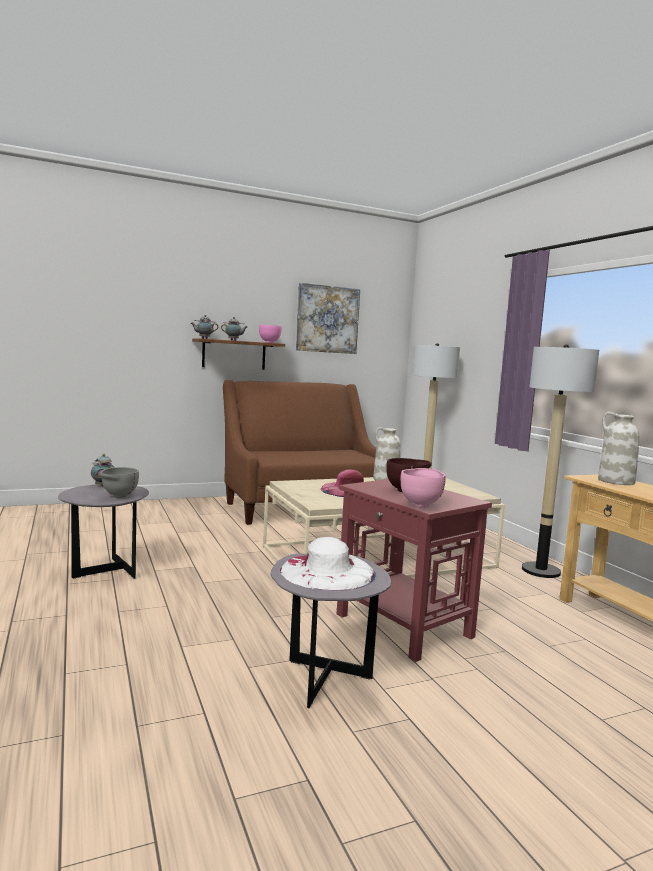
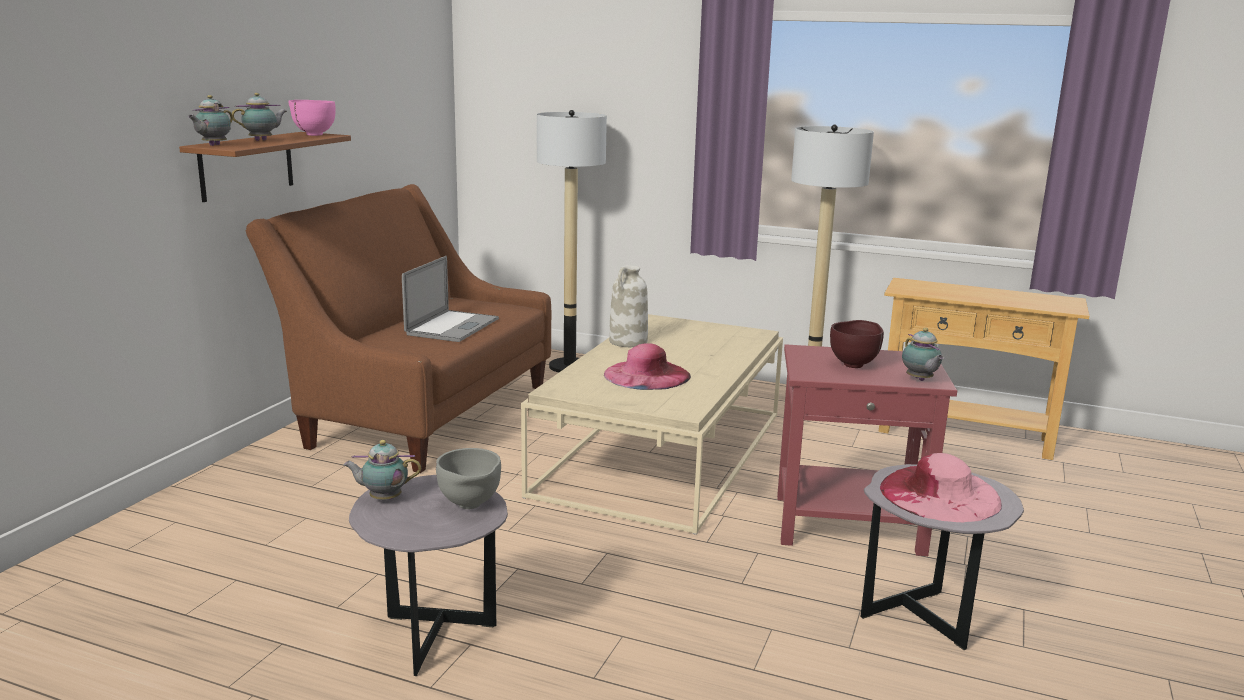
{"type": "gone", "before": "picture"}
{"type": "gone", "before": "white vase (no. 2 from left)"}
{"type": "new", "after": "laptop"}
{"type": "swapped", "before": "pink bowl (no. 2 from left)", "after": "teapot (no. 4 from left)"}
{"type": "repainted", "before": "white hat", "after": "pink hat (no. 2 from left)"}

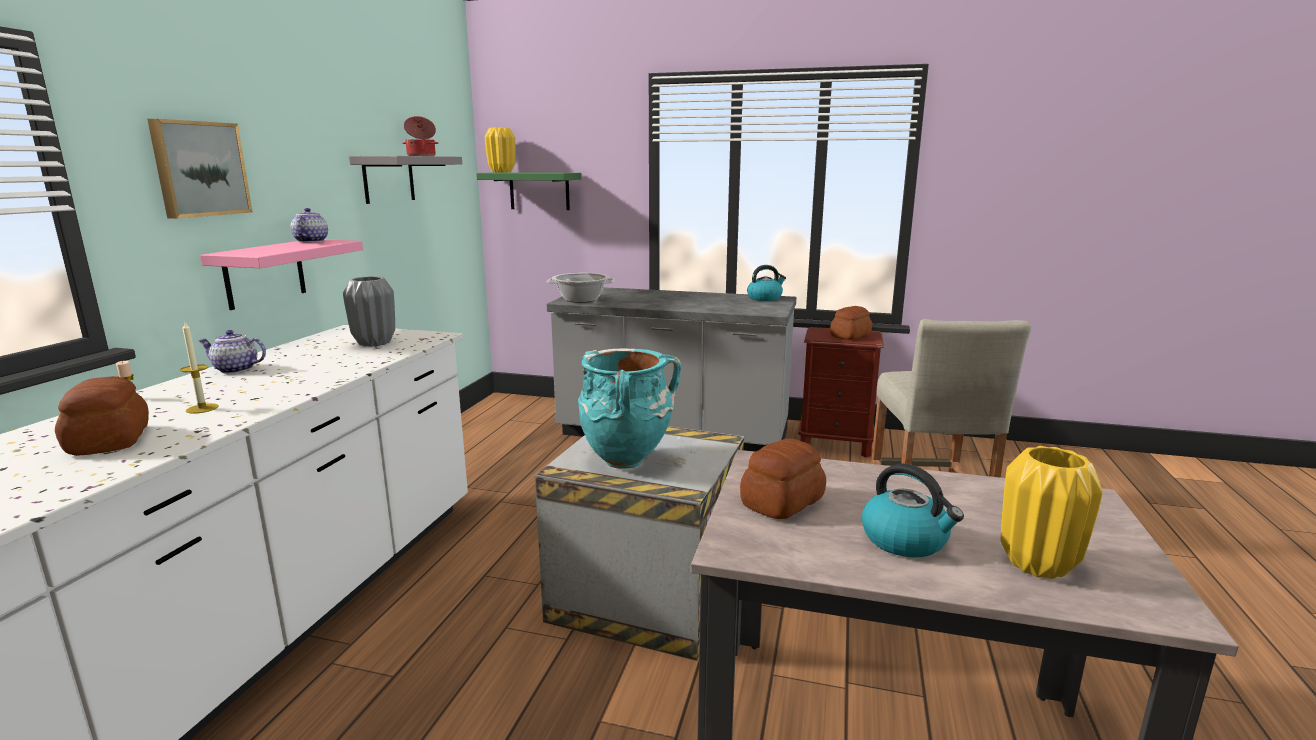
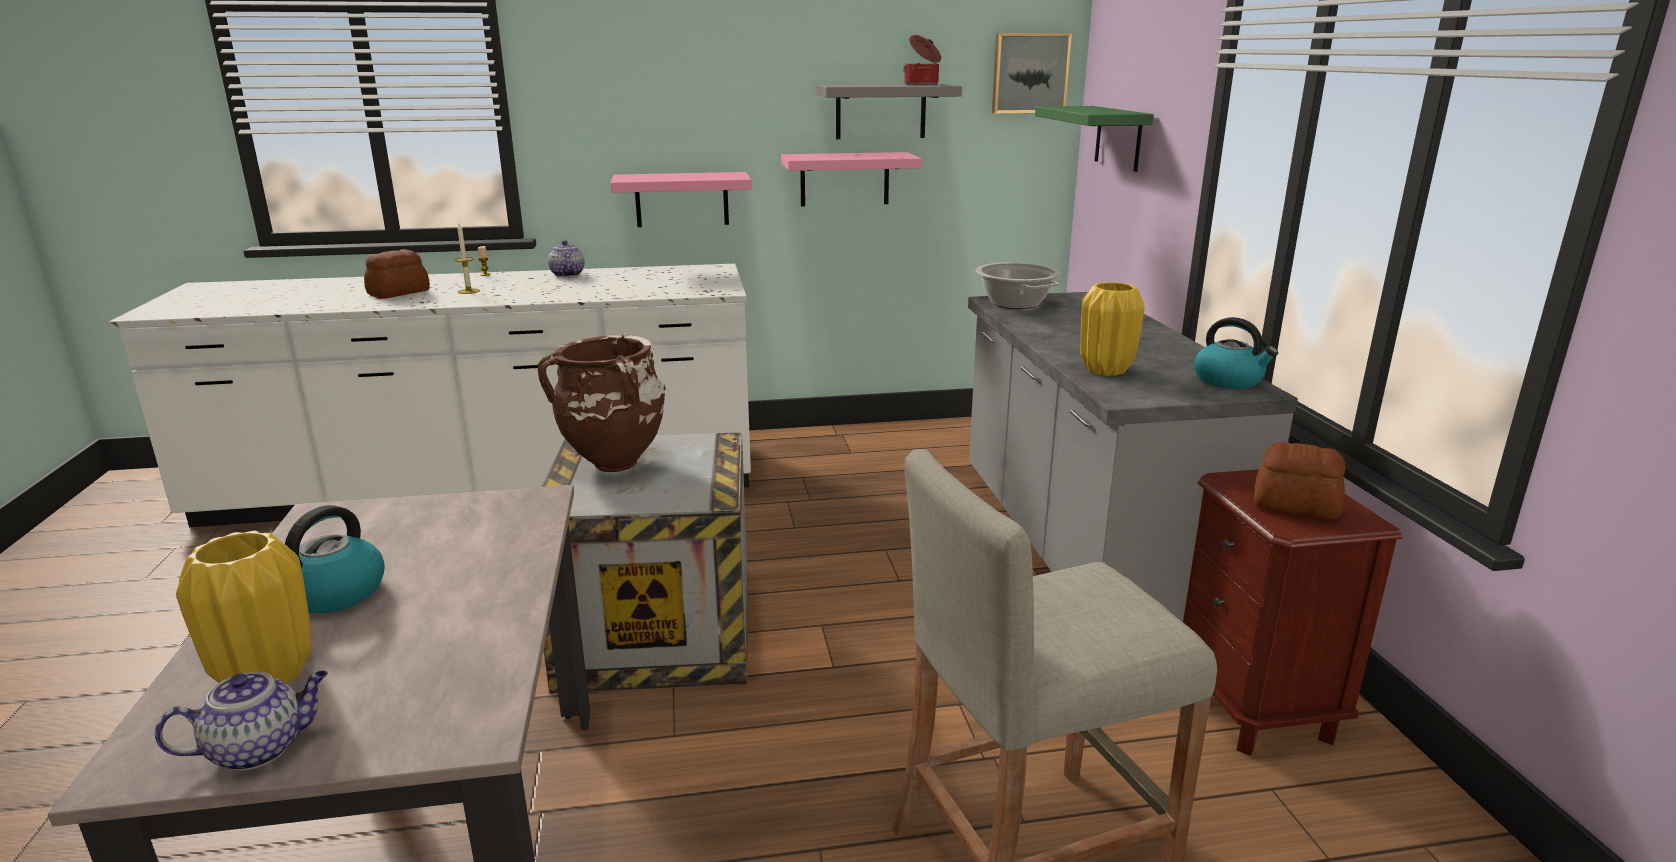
{"type": "gone", "before": "grey vase"}
{"type": "gone", "before": "bread (no. 2 from left)"}
{"type": "new", "after": "pink shelf (no. 2 from left)"}
{"type": "shifted", "before": "picture"}
{"type": "shifted", "before": "teapot (no. 2 from left in the first image)", "after": "teapot (no. 1 from left)"}
{"type": "shifted", "before": "yellow vase (no. 1 from left in the first image)", "after": "yellow vase (no. 2 from left)"}
{"type": "repainted", "before": "turquoise vase", "after": "brown vase"}

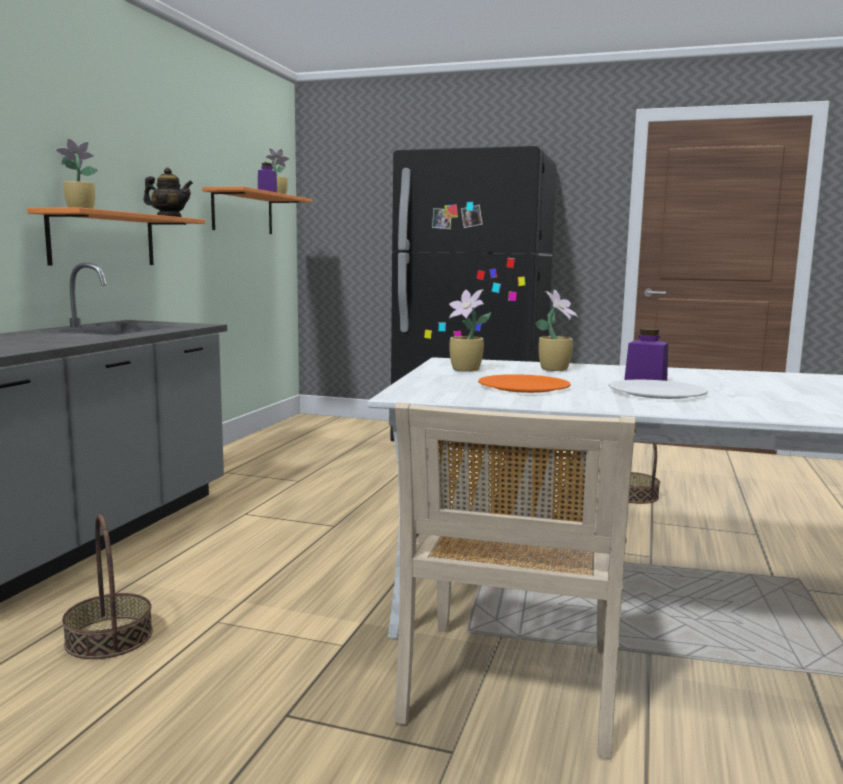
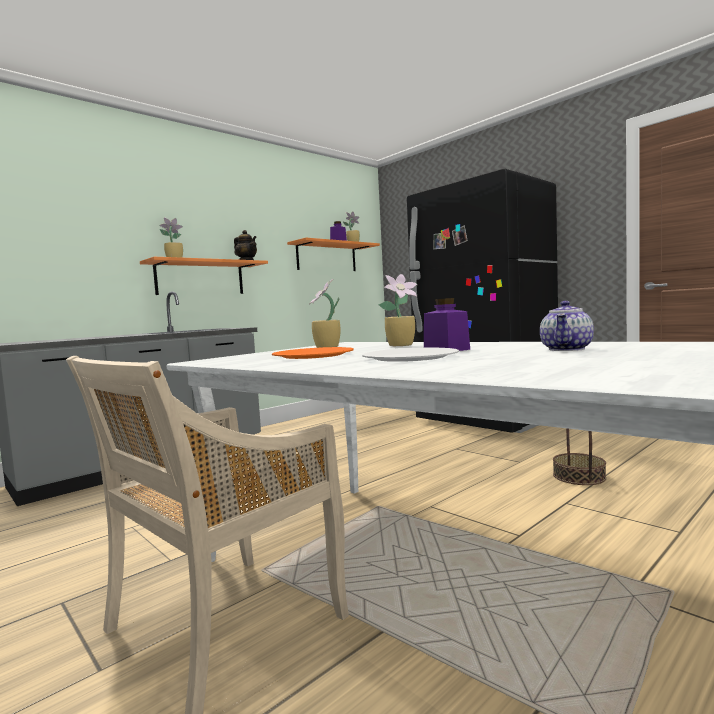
{"type": "gone", "before": "basket (no. 1 from left)"}
{"type": "new", "after": "teapot (no. 2 from left)"}

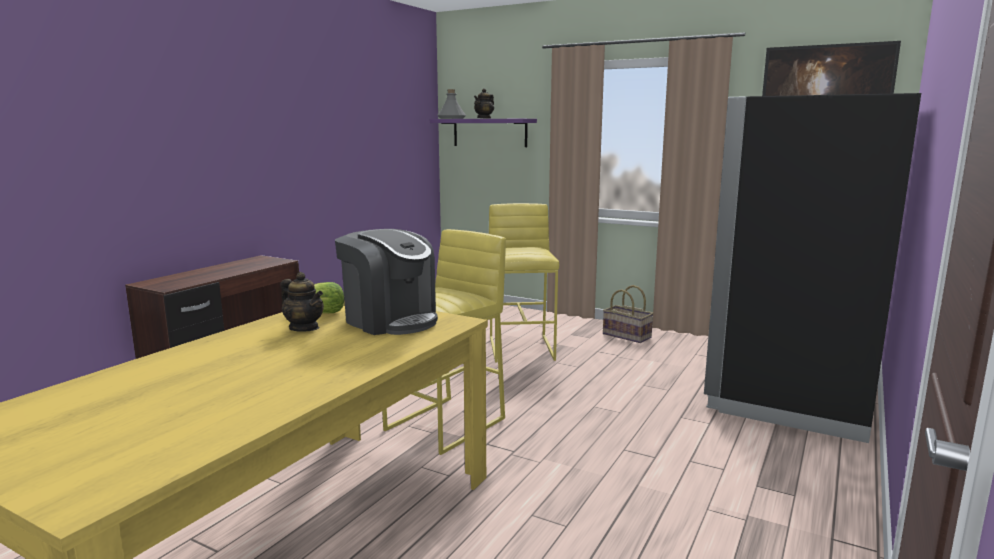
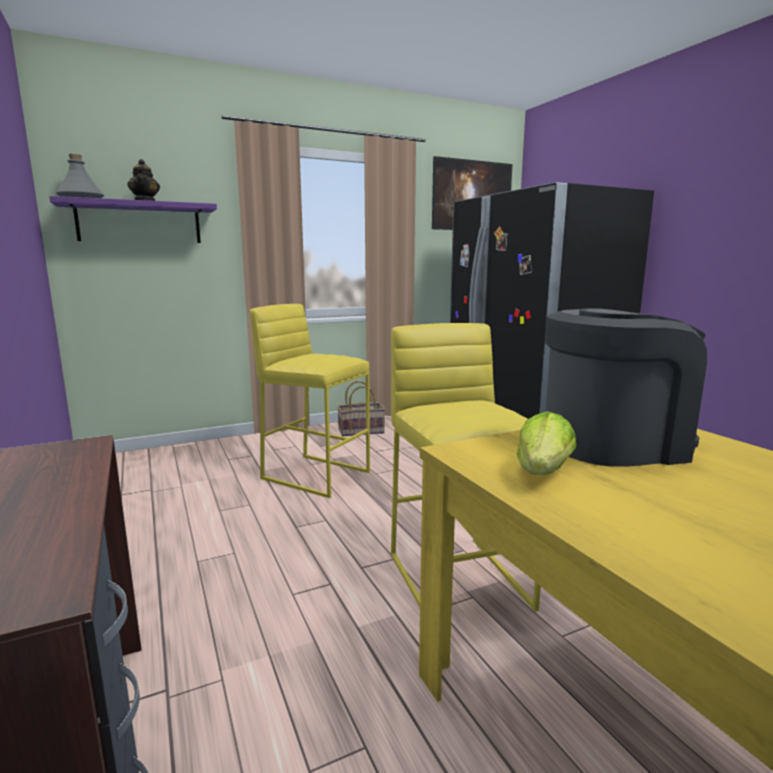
{"type": "gone", "before": "teapot (no. 1 from left)"}

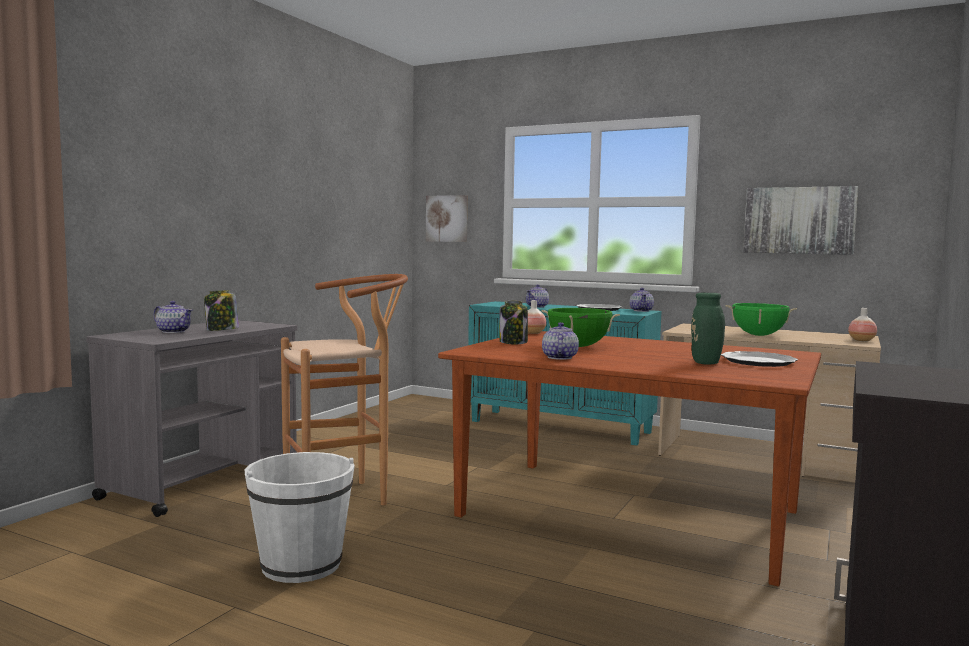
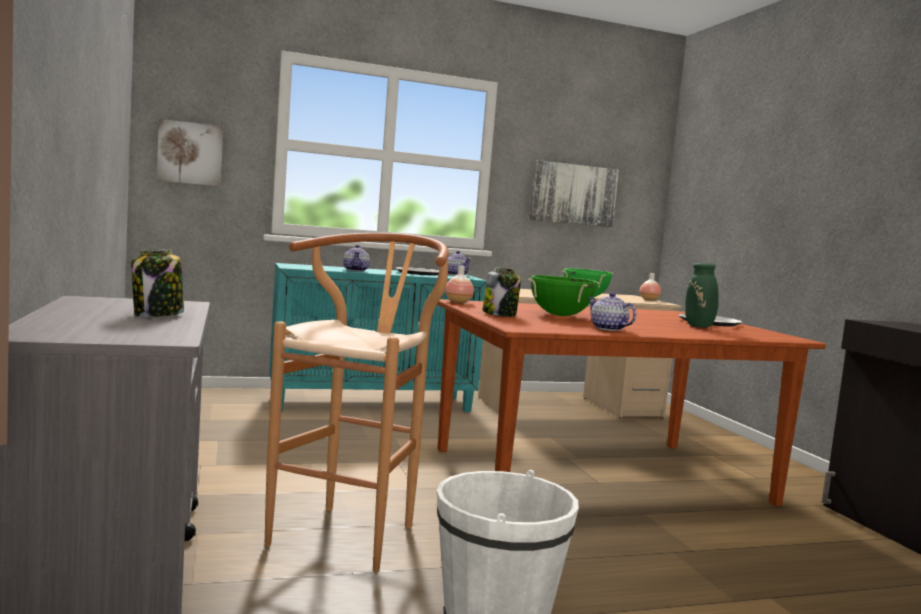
{"type": "gone", "before": "teapot (no. 1 from left)"}

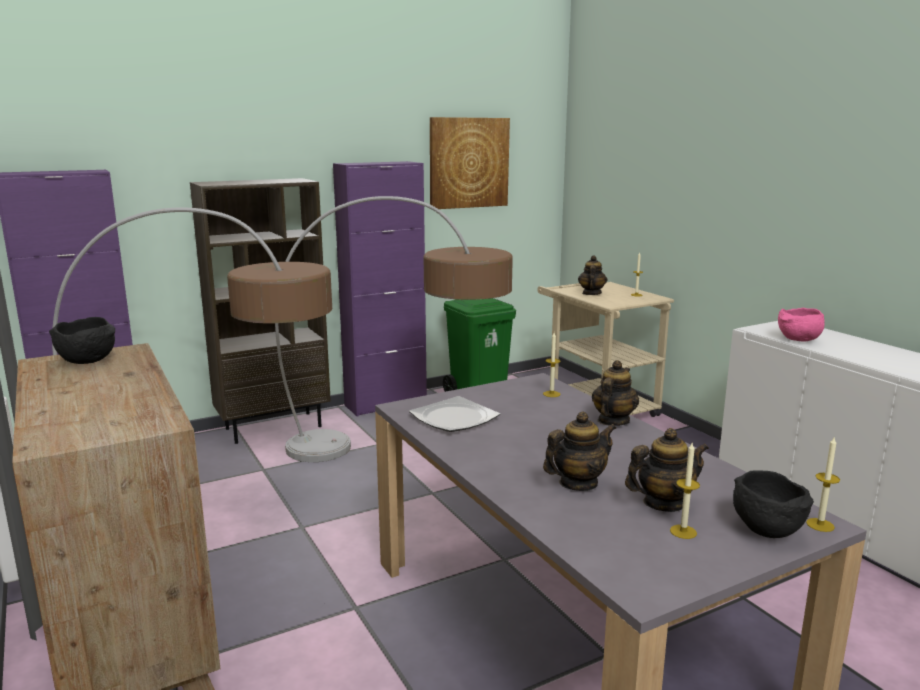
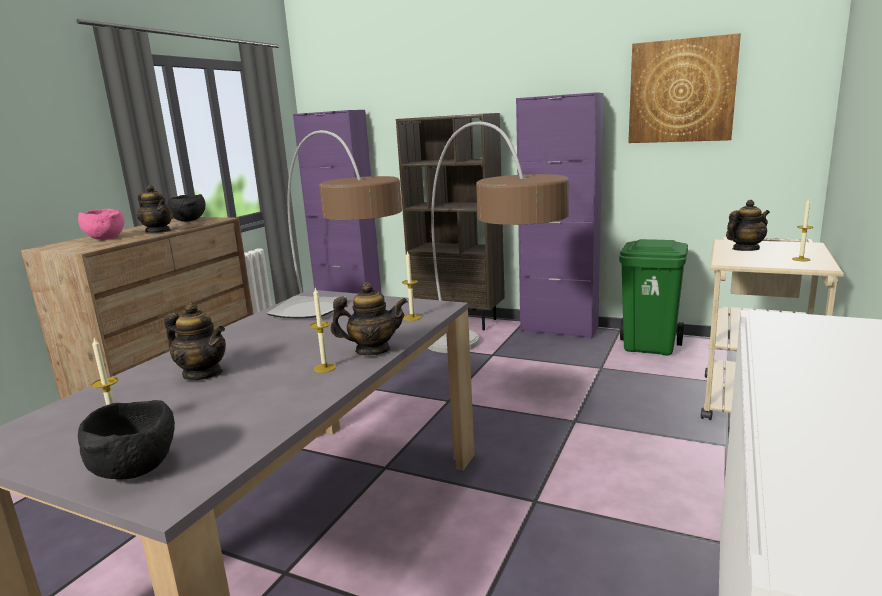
{"type": "shifted", "before": "teapot (no. 4 from left in the first image)", "after": "teapot (no. 1 from left)"}
{"type": "shifted", "before": "pink bowl"}
{"type": "shifted", "before": "candle (no. 4 from left in the first image)", "after": "candle (no. 2 from left)"}

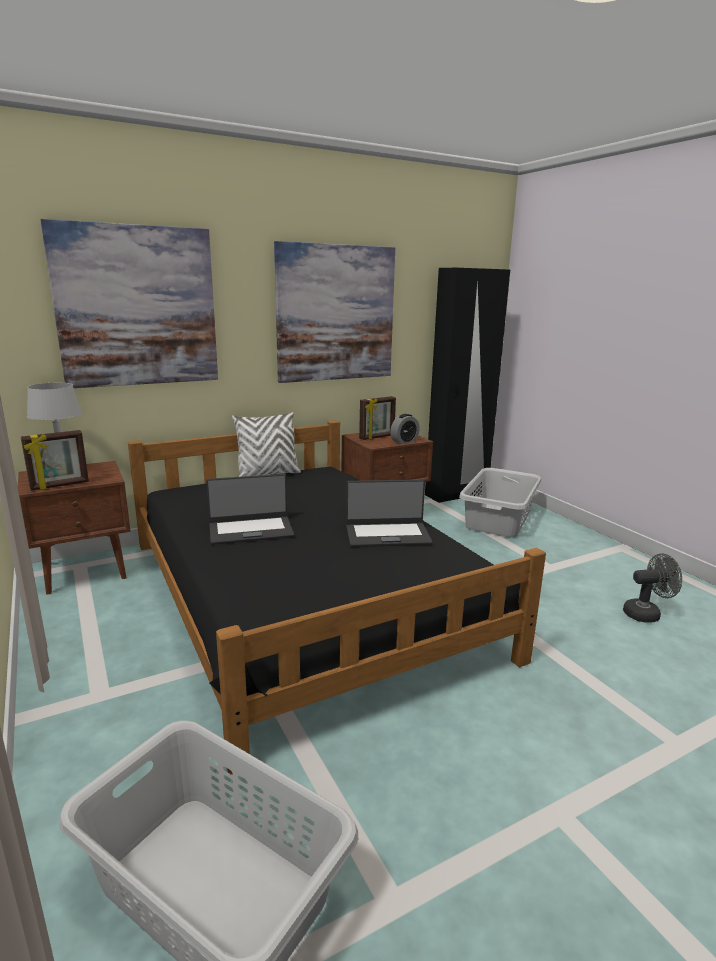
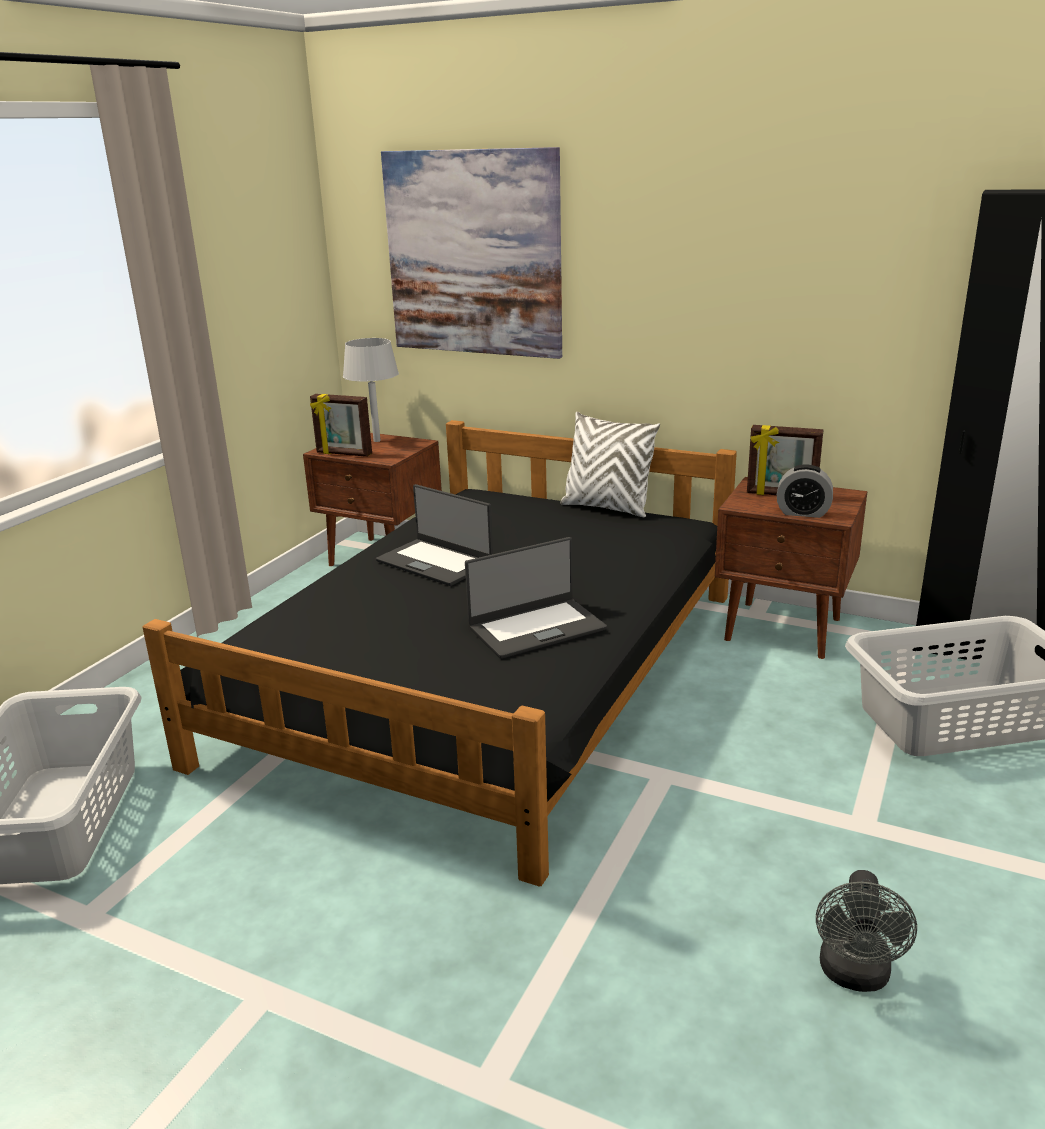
{"type": "gone", "before": "picture (no. 2 from left)"}
{"type": "rotated", "before": "laptop (no. 2 from left)", "turn": -75}
{"type": "rotated", "before": "grey fan", "turn": 60}

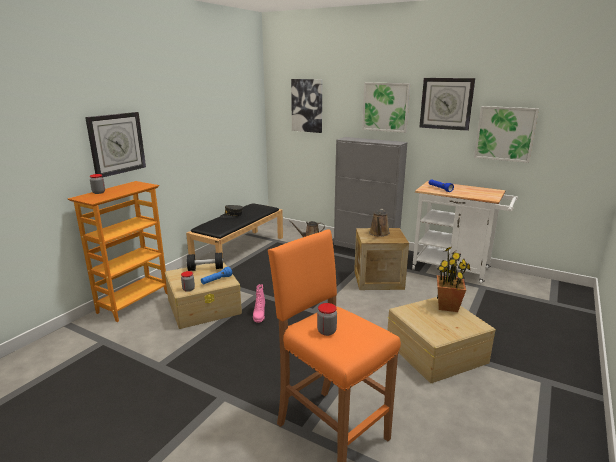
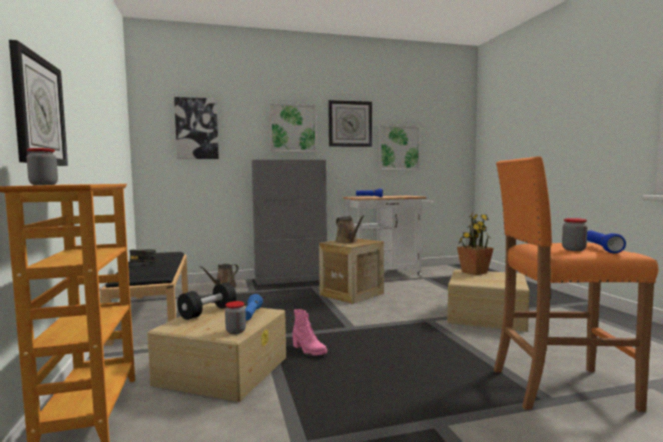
{"type": "new", "after": "blue flashlight (no. 3 from left)"}

